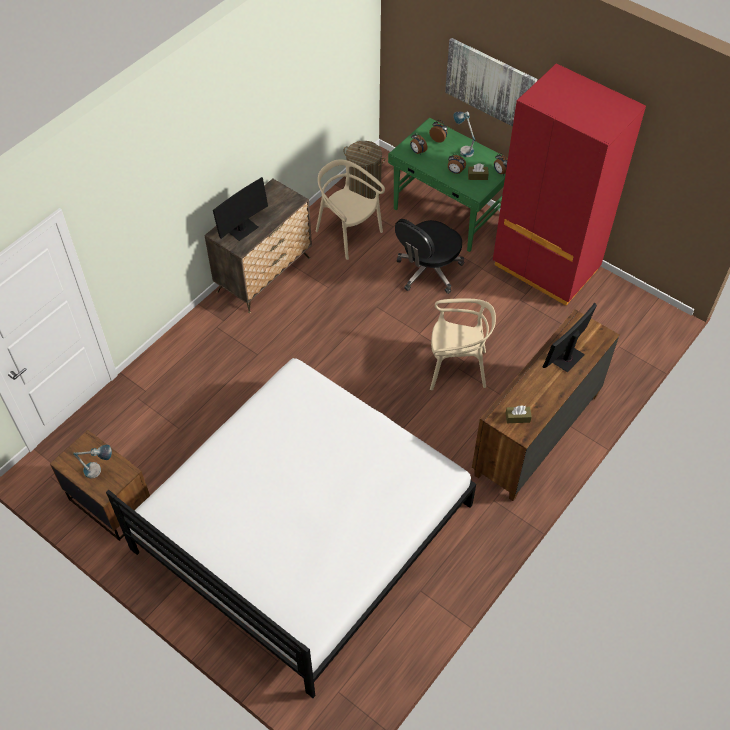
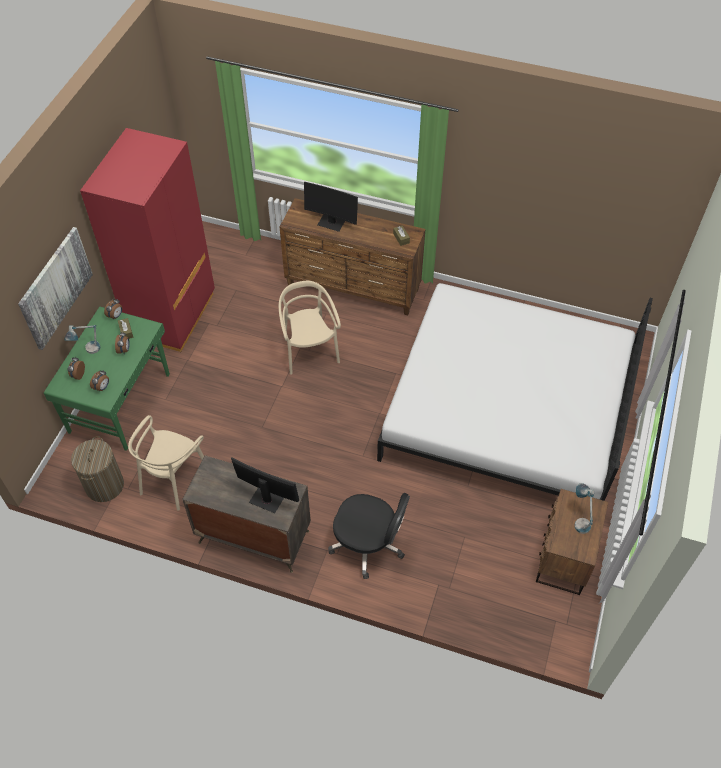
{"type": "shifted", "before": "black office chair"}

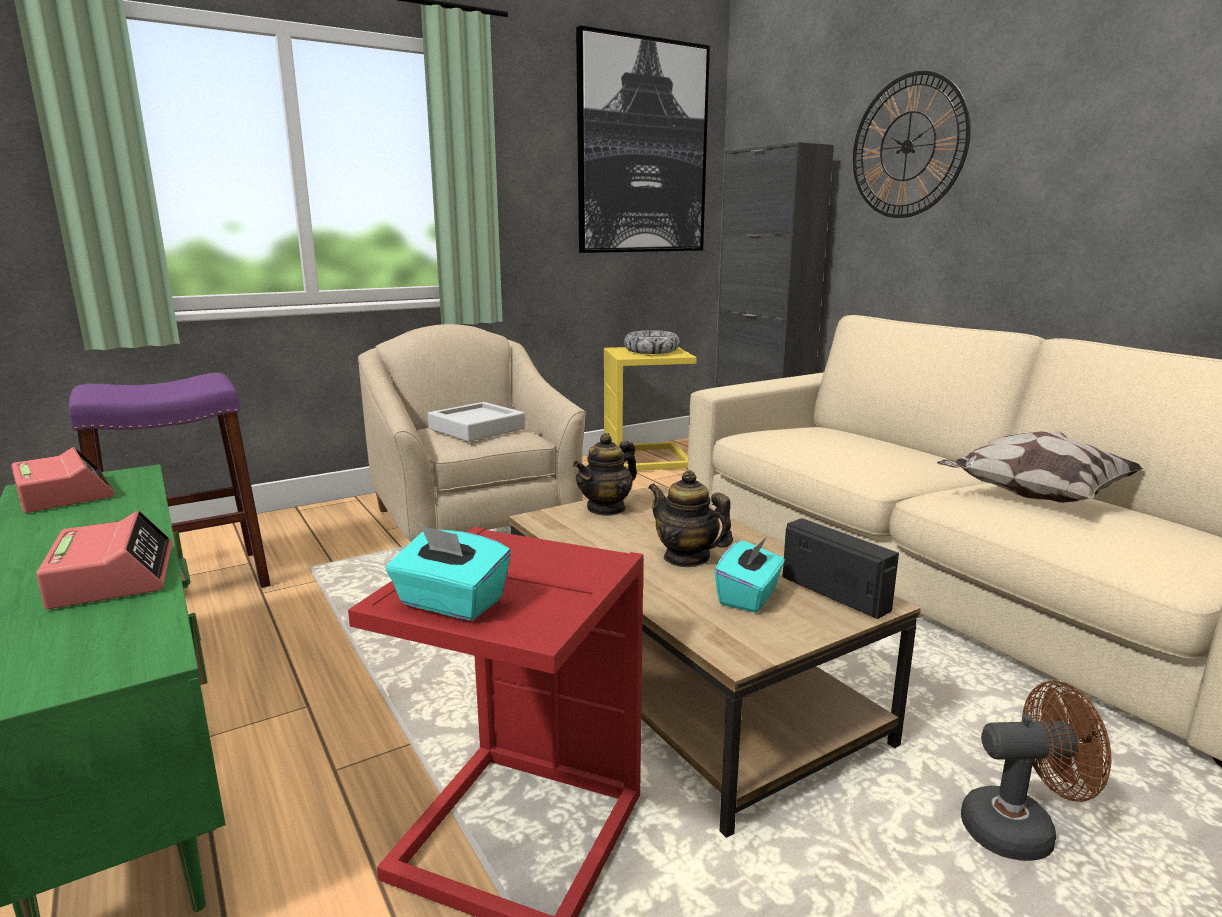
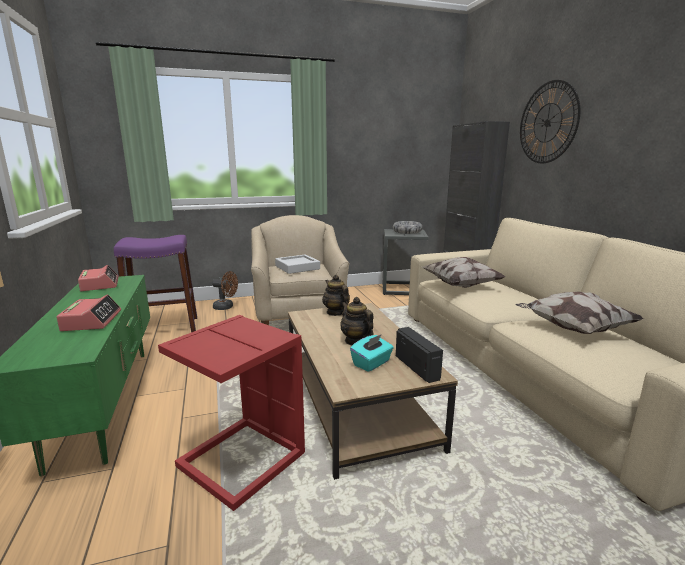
{"type": "gone", "before": "turquoise tissue box (no. 1 from left)"}
{"type": "gone", "before": "picture"}
{"type": "new", "after": "pillow (no. 1 from left)"}
{"type": "shifted", "before": "brown fan"}
{"type": "repainted", "before": "yellow side table", "after": "grey side table"}
{"type": "rotated", "before": "teapot (no. 1 from left)", "turn": 90}

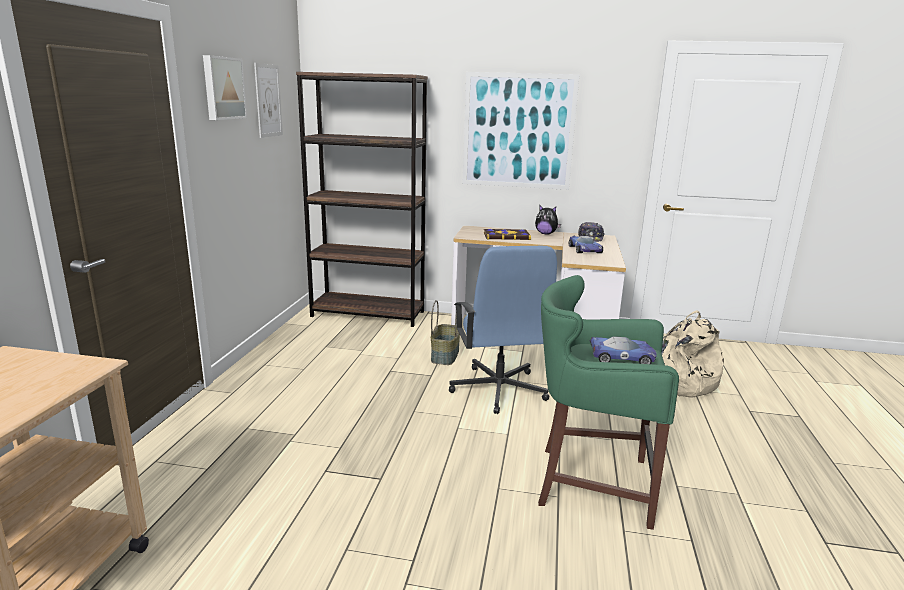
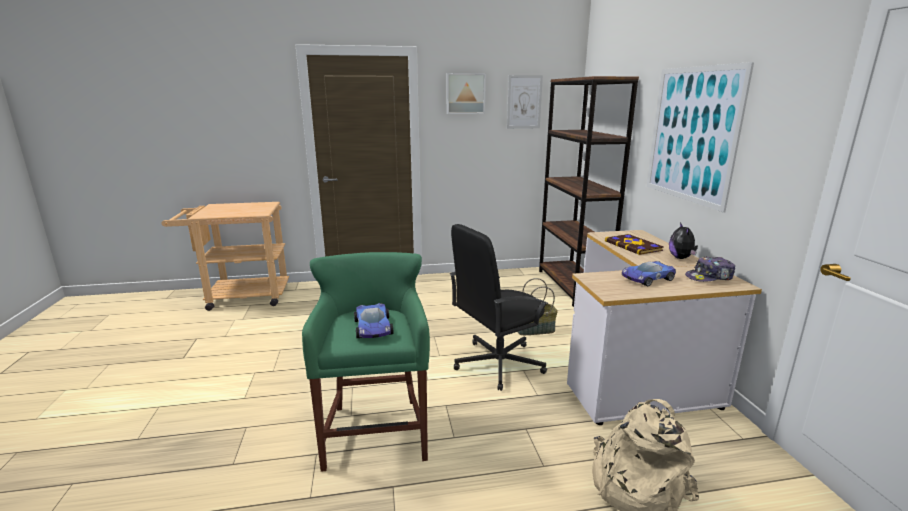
{"type": "repainted", "before": "blue office chair", "after": "black office chair"}

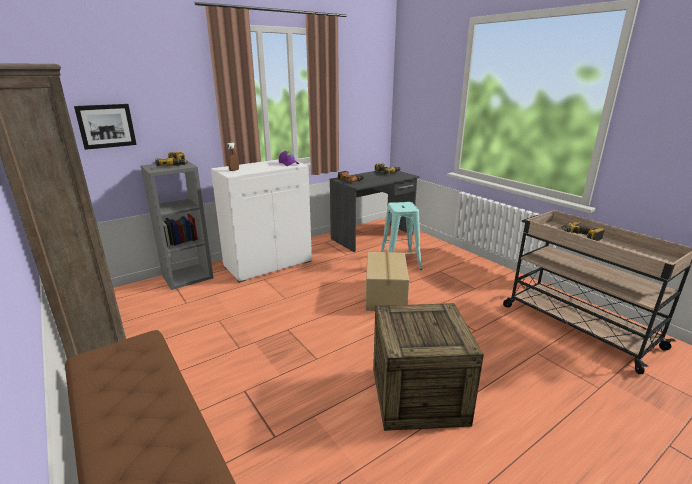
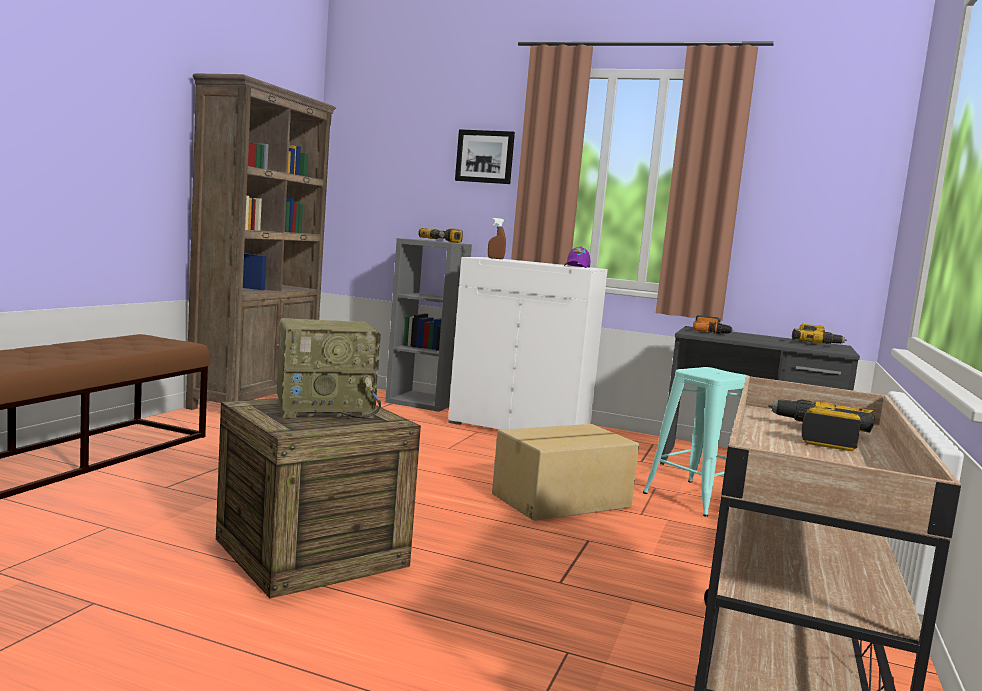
{"type": "new", "after": "radio"}
{"type": "shifted", "before": "picture"}

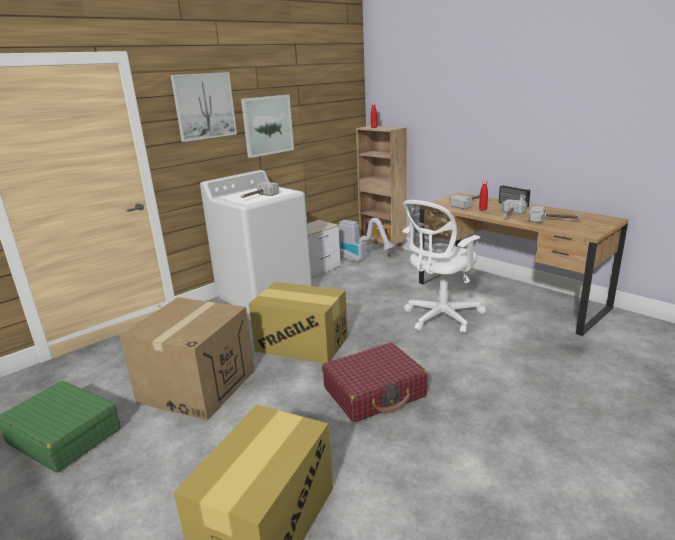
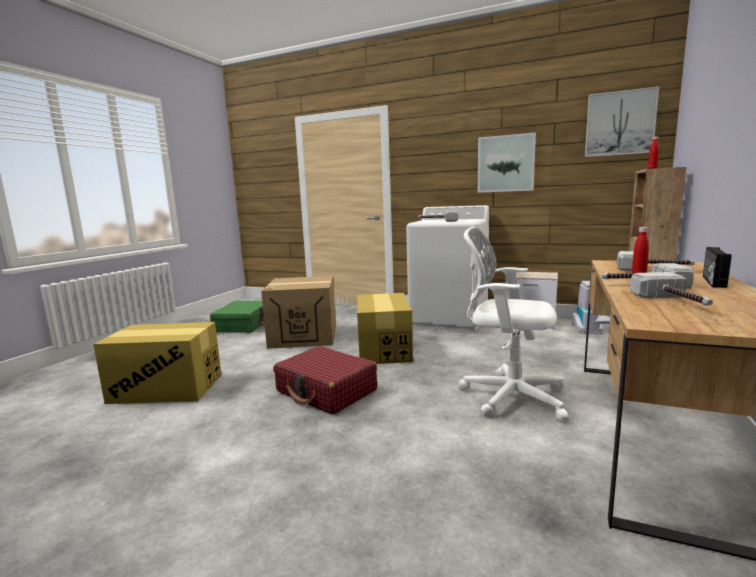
{"type": "shifted", "before": "picture (no. 1 from left in the first image)", "after": "picture (no. 2 from left)"}

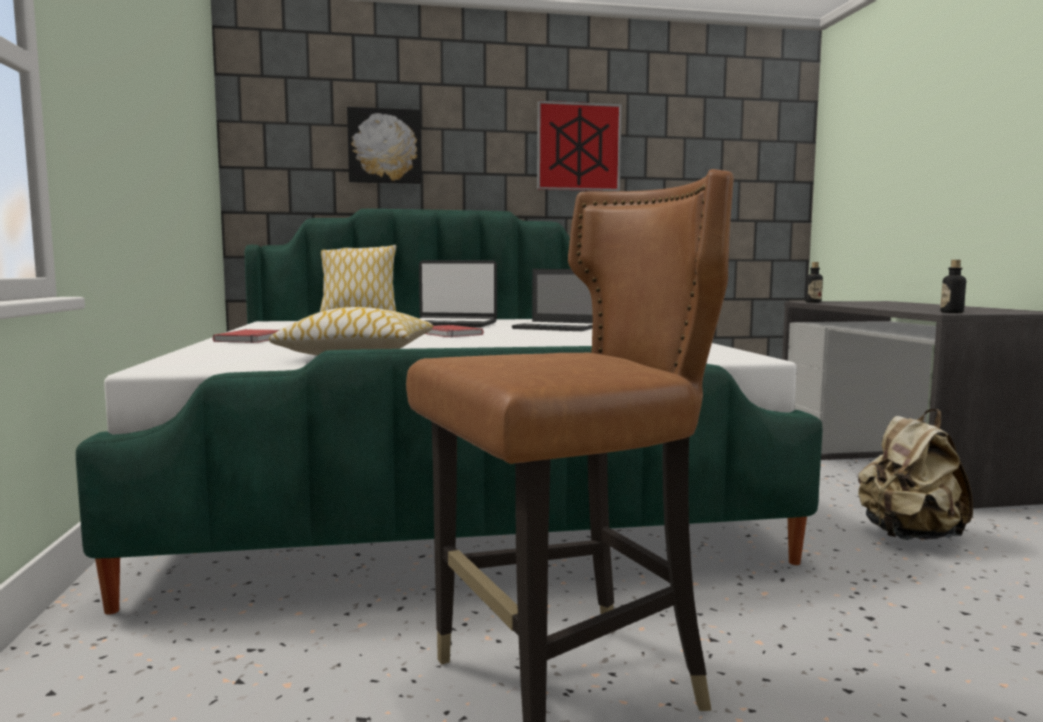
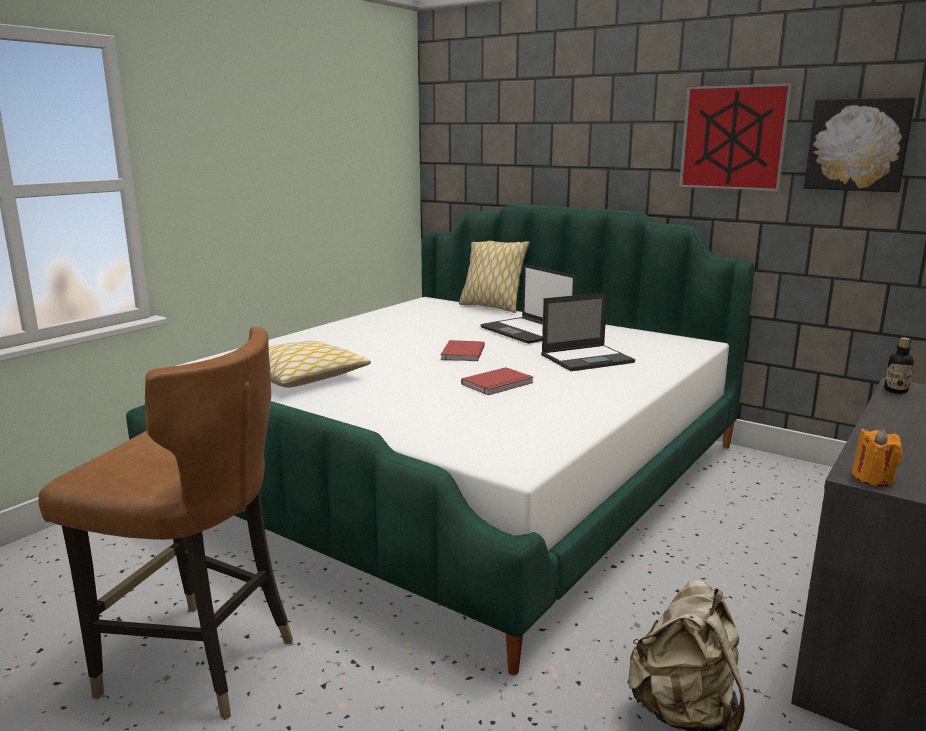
{"type": "shifted", "before": "red book (no. 1 from left in the first image)", "after": "red book (no. 2 from left)"}
{"type": "shifted", "before": "picture (no. 1 from left in the first image)", "after": "picture (no. 2 from left)"}
{"type": "swapped", "before": "bottle (no. 2 from left)", "after": "orange candle"}
{"type": "rotated", "before": "laptop (no. 2 from left)", "turn": -90}

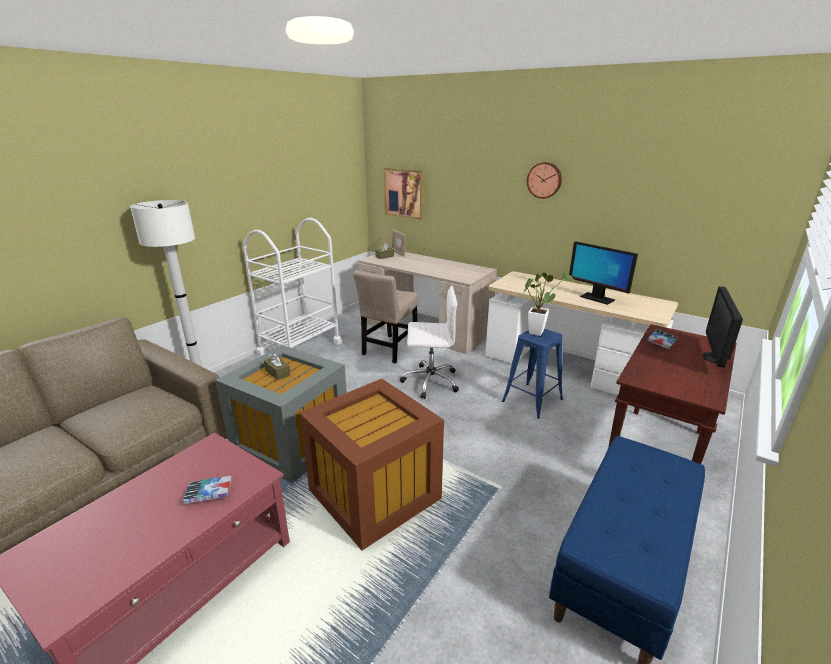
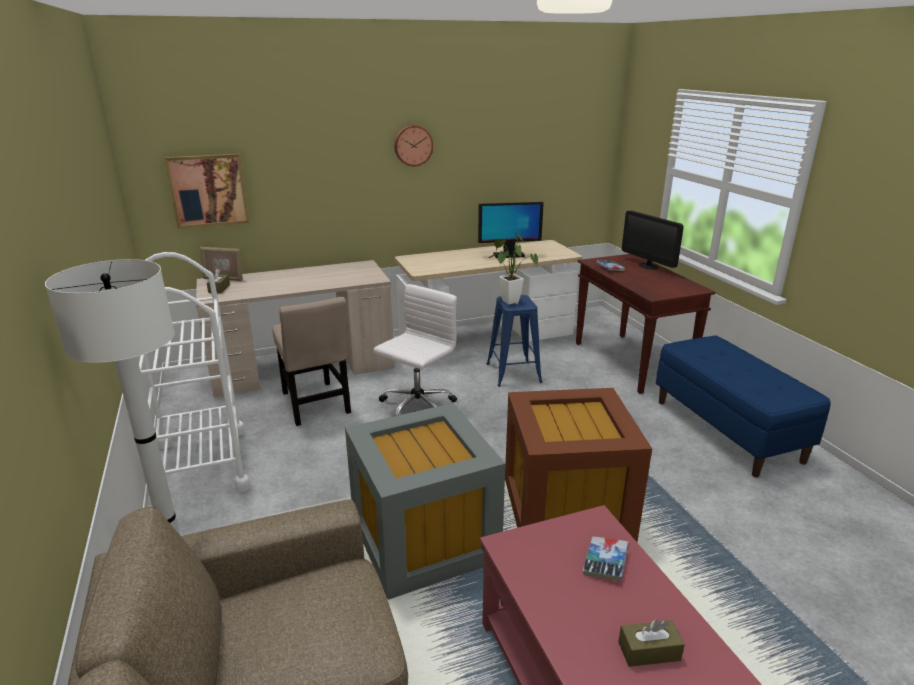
{"type": "shifted", "before": "brown tissue box (no. 1 from left in the first image)", "after": "brown tissue box (no. 2 from left)"}

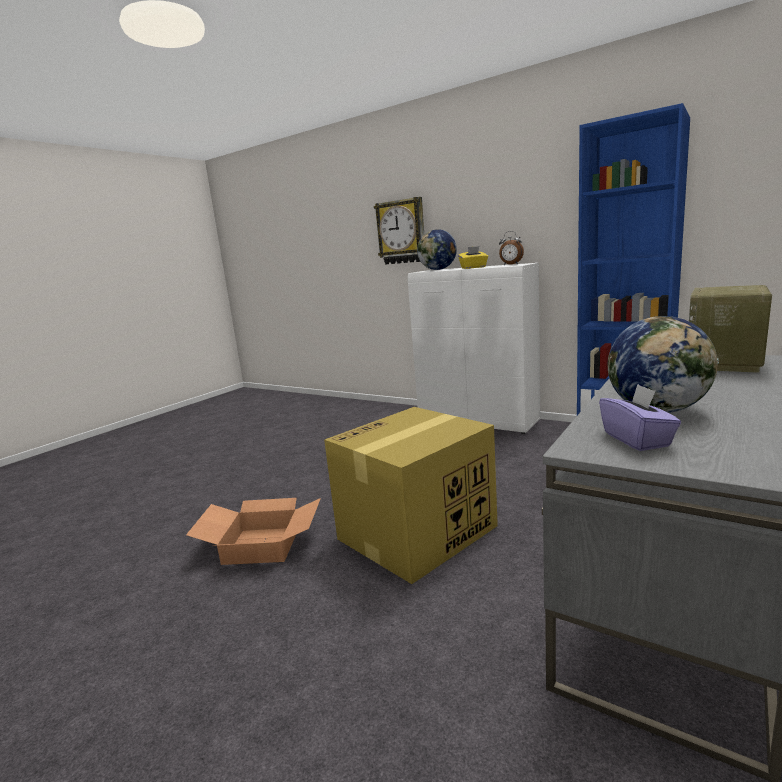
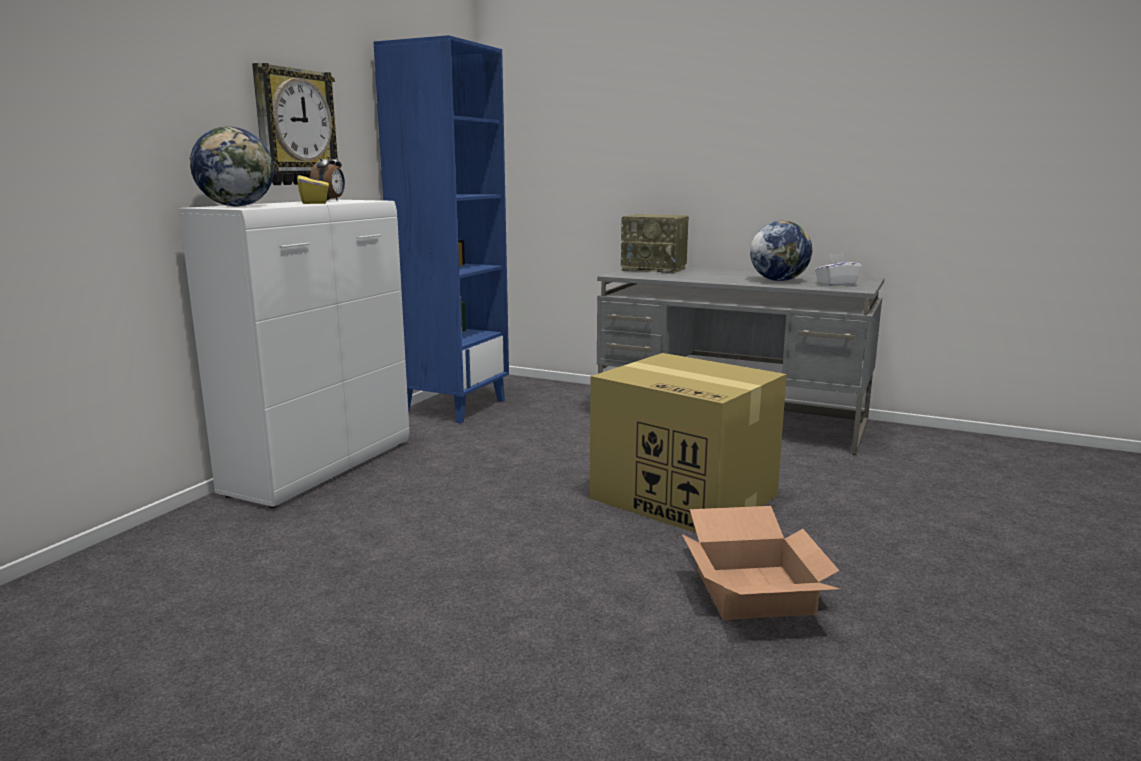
{"type": "shifted", "before": "wall clock"}
{"type": "repainted", "before": "purple tissue box", "after": "white tissue box"}

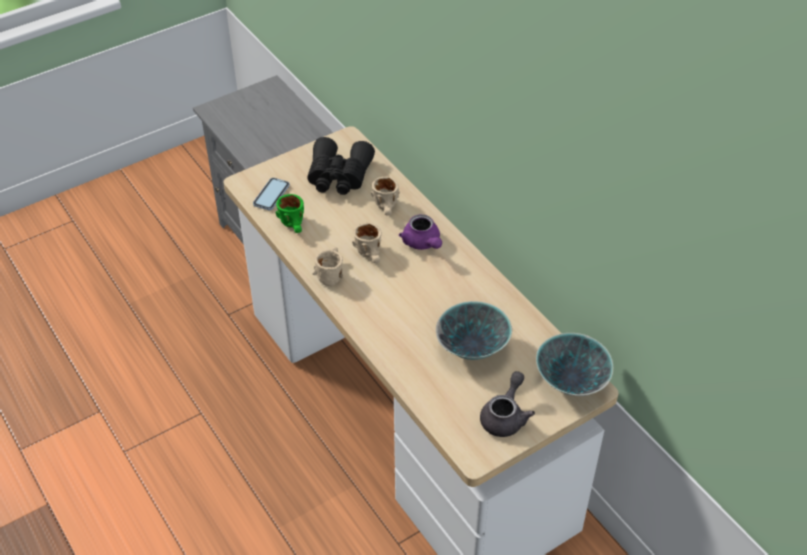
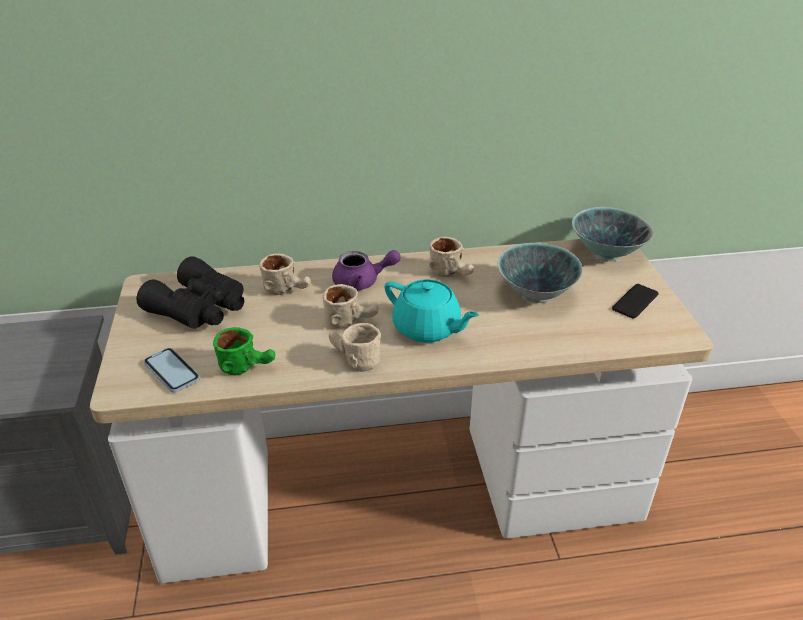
{"type": "new", "after": "turquoise teapot"}
{"type": "new", "after": "beige mug (no. 4 from left)"}
{"type": "swapped", "before": "grey teapot", "after": "phone (no. 2 from left)"}

